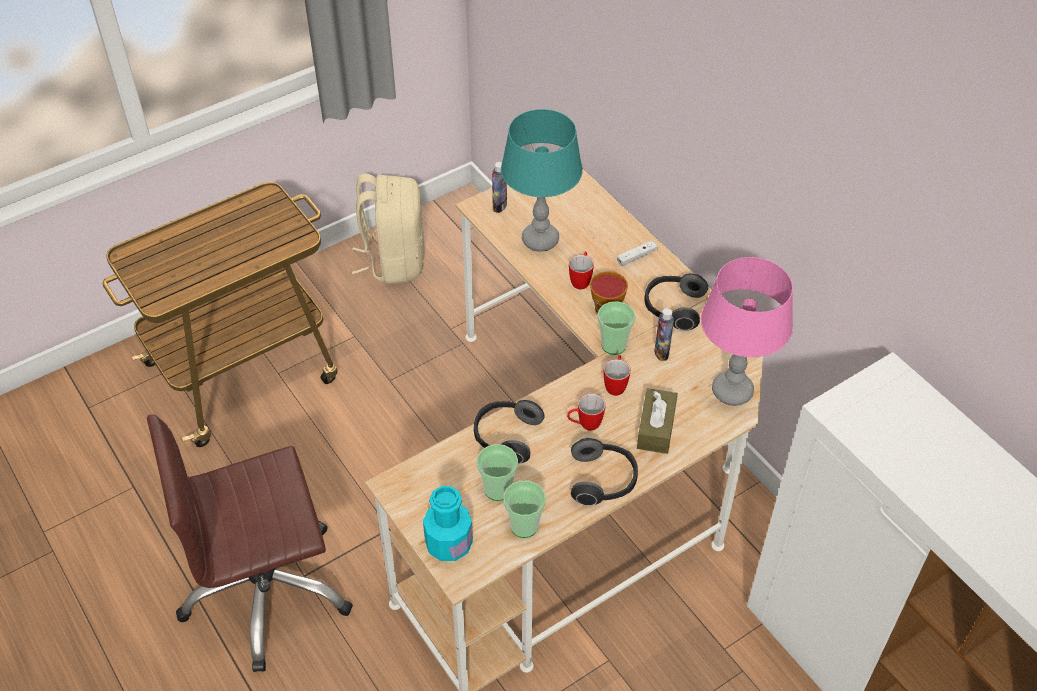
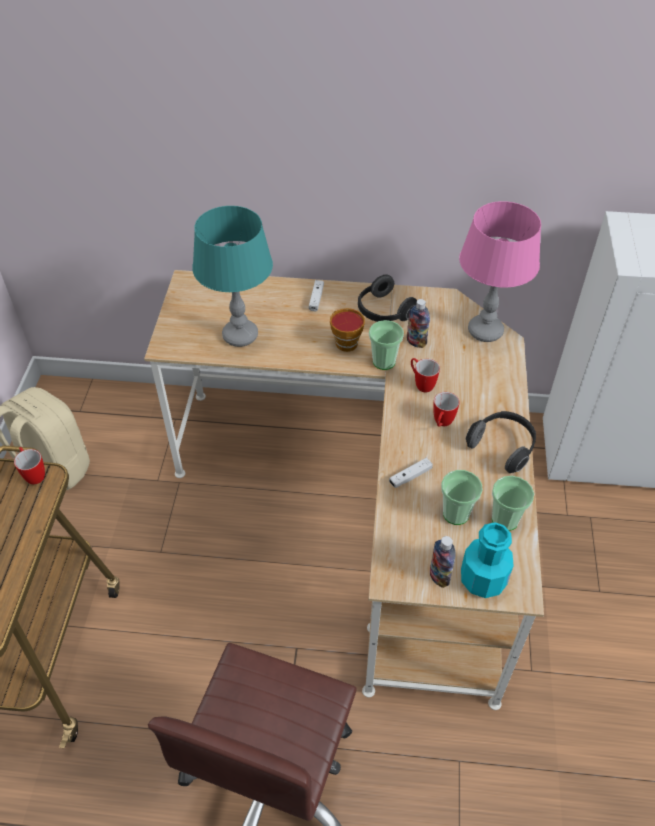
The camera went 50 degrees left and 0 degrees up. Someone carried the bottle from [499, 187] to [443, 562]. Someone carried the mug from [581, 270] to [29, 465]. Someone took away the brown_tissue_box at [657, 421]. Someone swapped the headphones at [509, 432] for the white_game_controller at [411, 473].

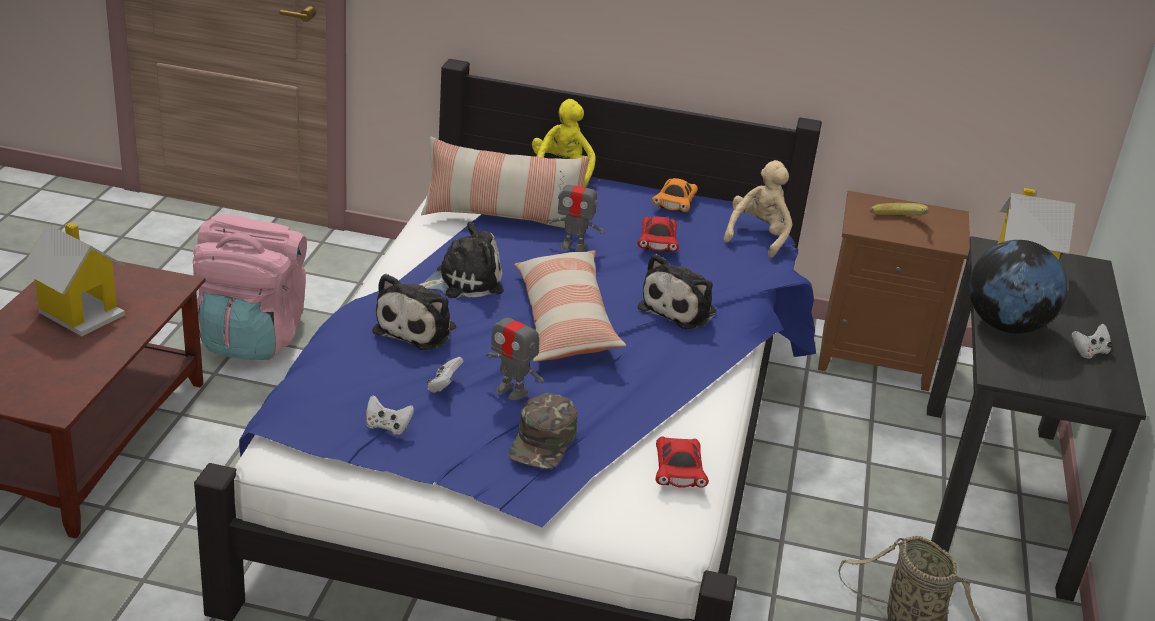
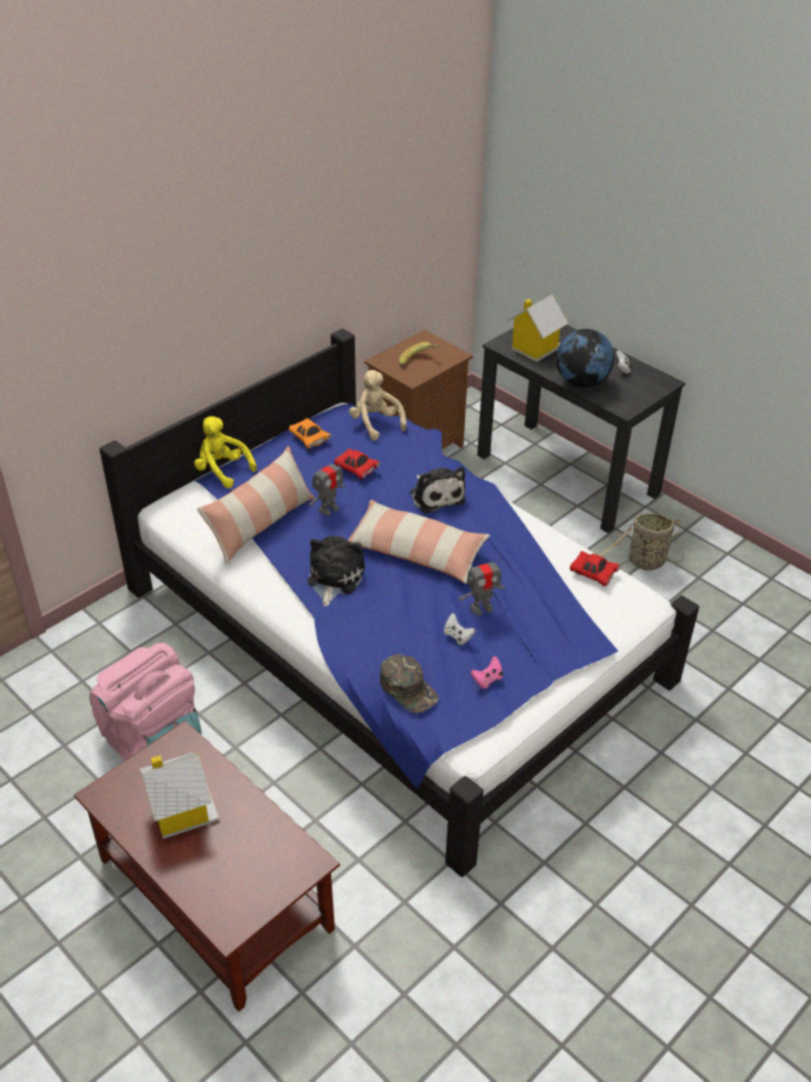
The camera went 55 degrees left and 10 degrees up. Someone took away the plush_toy at [414, 312]. Someone carried the green_cap from [543, 431] to [409, 683]. Someone repainted the white_game_controller at [390, 415], which became the pink_game_controller at [487, 672].

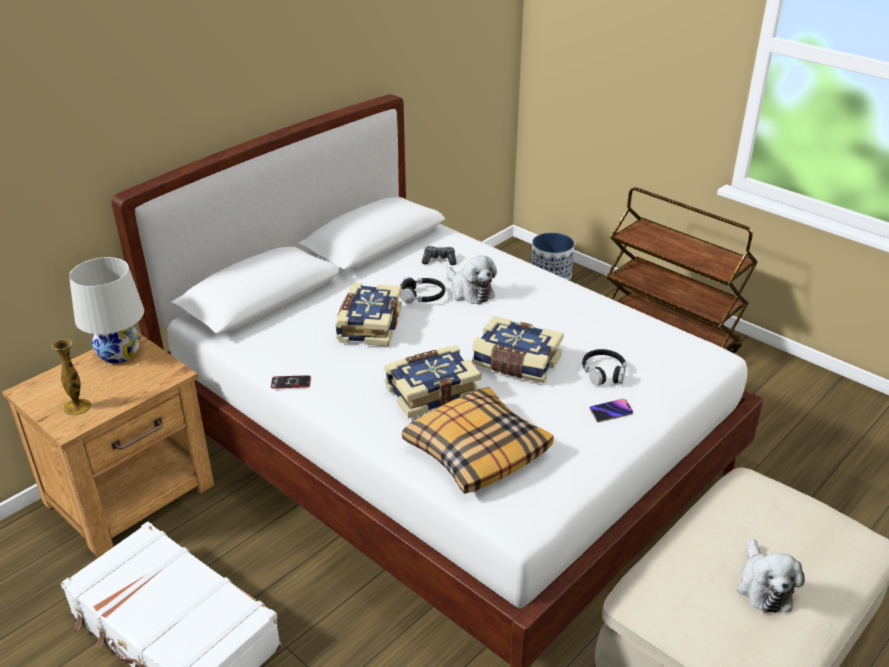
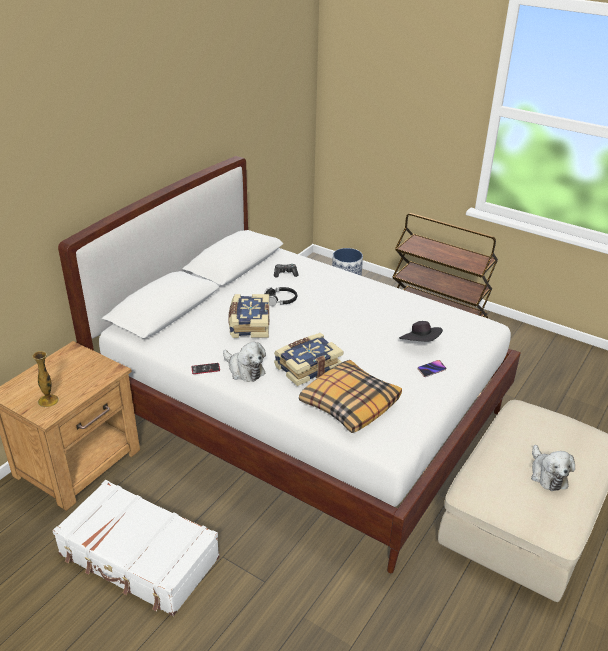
The camera went 10 degrees left and 0 degrees up. Someone carried the plush_toy from [471, 279] to [244, 362]. Someone took away the white_table_lamp at [106, 310]. Someone took away the book at [518, 349]. Someone swapped the black_headphones at [604, 367] for the black_hat at [421, 331].

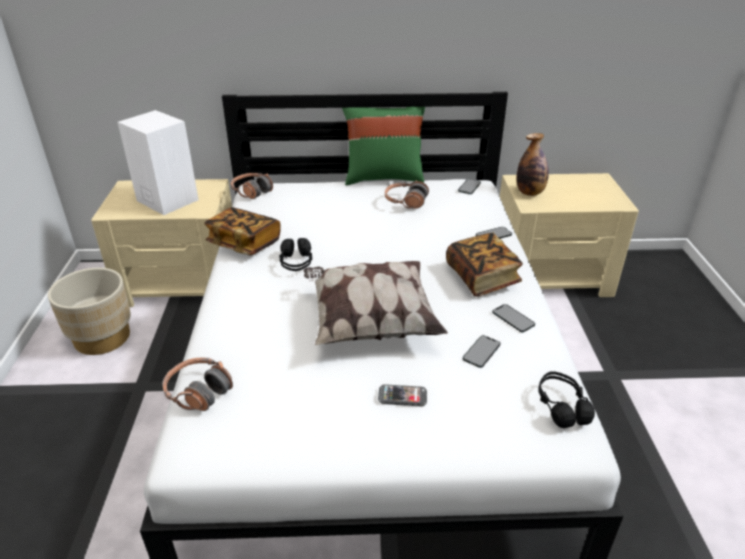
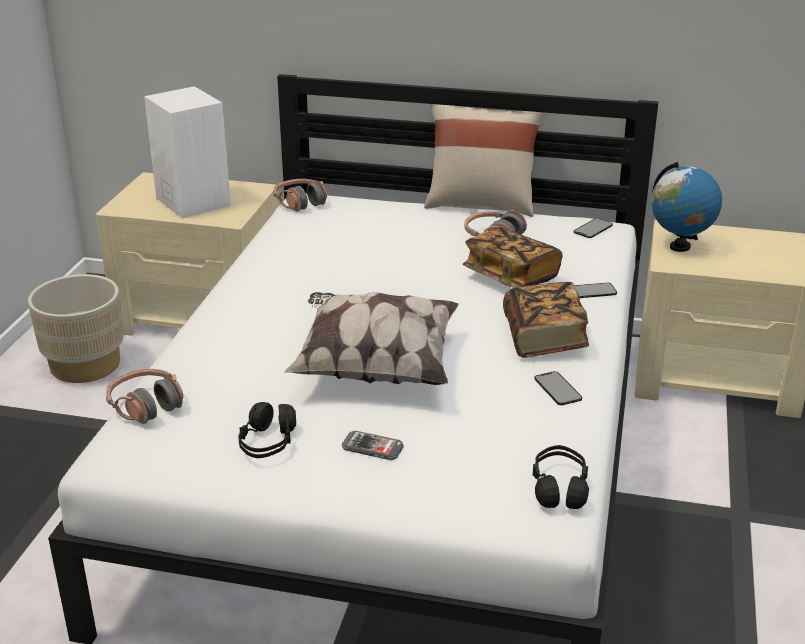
The camera went 15 degrees right and 5 degrees down. Someone repainted the green_pillow at [383, 146], which became the beige_pillow at [484, 160]. Someone swapped the bottle at [533, 164] for the globe at [686, 207]. Someone carried the book from [242, 231] to [513, 258]. Someone carried the black_headphones from [295, 254] to [267, 430]. Someone took away the phone at [482, 351].

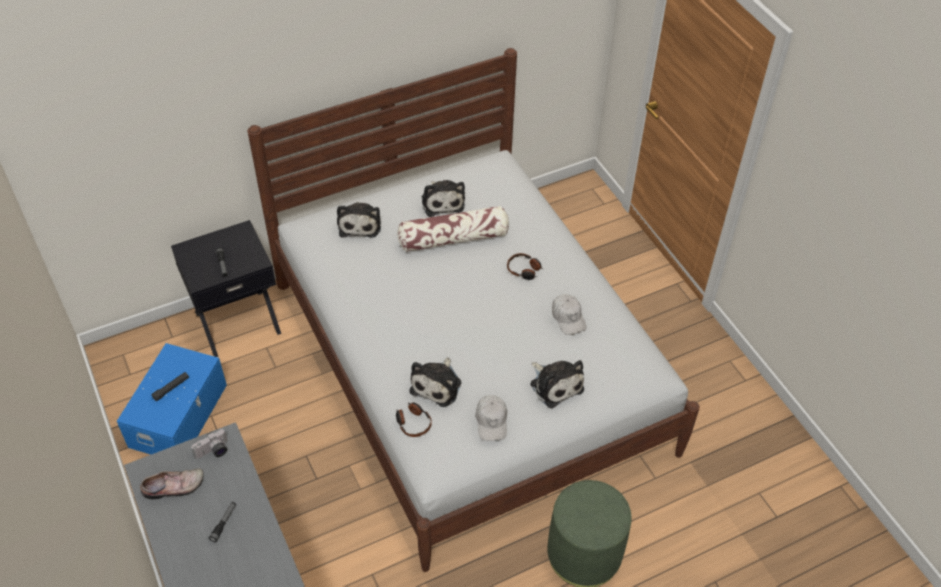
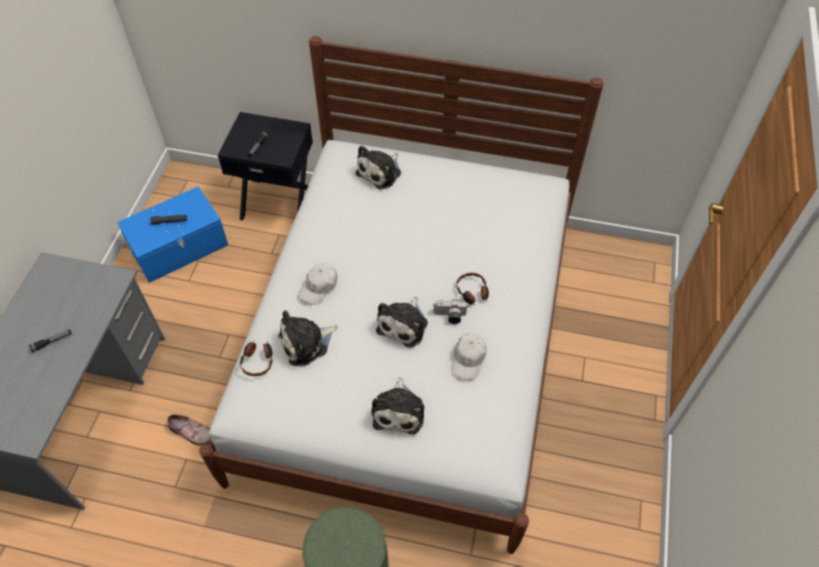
The camera went 40 degrees right and 5 degrees up. Someone carried the plush_toy from [443, 198] to [402, 322]. Someone took away the pillow at [453, 229]. Someone carried the white_cap from [491, 418] to [317, 284]. Someone carried the photo_camera from [209, 444] to [451, 311]. Someone carried the shoe from [172, 483] to [188, 429].

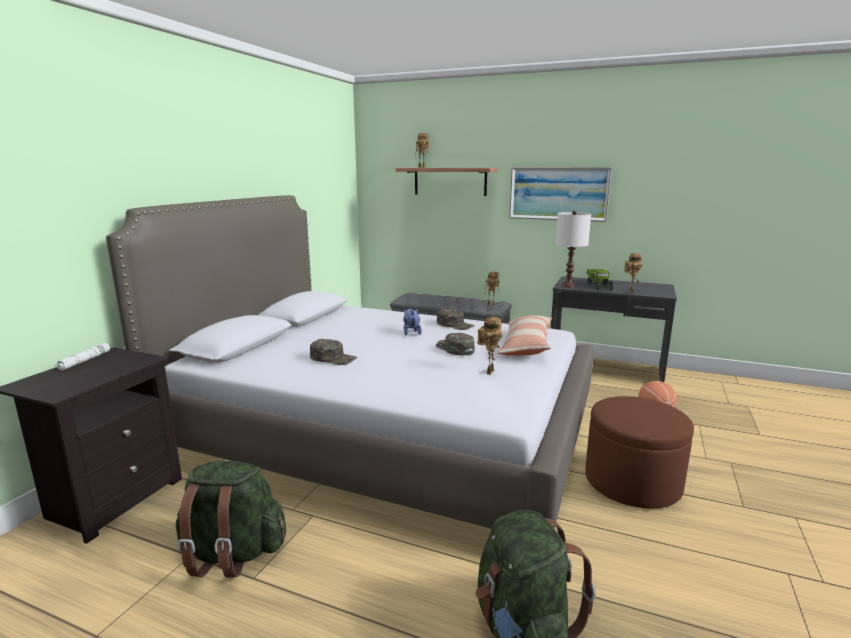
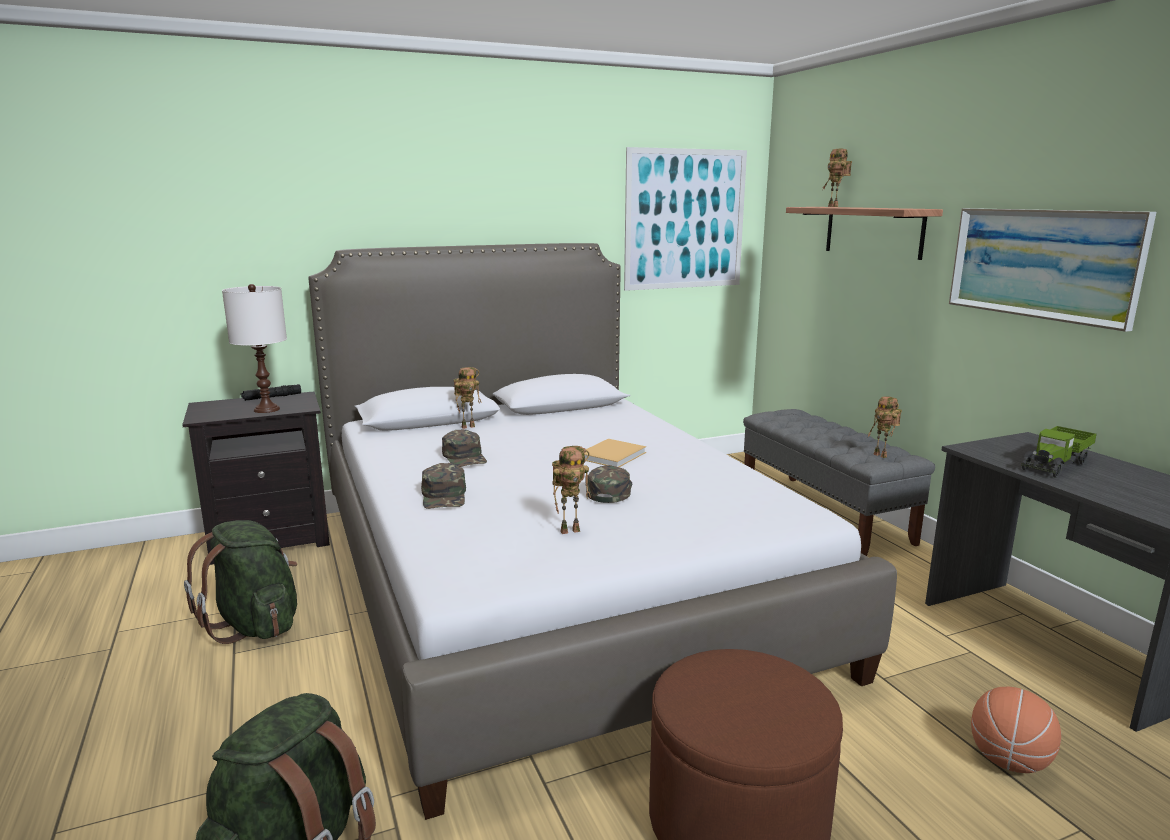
The camera went 45 degrees right and 0 degrees up. Someone carried the white_table_lamp from [573, 249] to [254, 348]. Someone carried the toy_robot from [633, 273] to [467, 398]. Someone swapped the plush_toy at [412, 322] for the beige_book at [615, 453]. Someone carried the green_cap from [456, 319] to [443, 486]. Someone took away the pillow at [524, 335]. Someone repainted the white_flashlight at [82, 356], which became the black_flashlight at [271, 392]. Someone put up the picture at [685, 219].

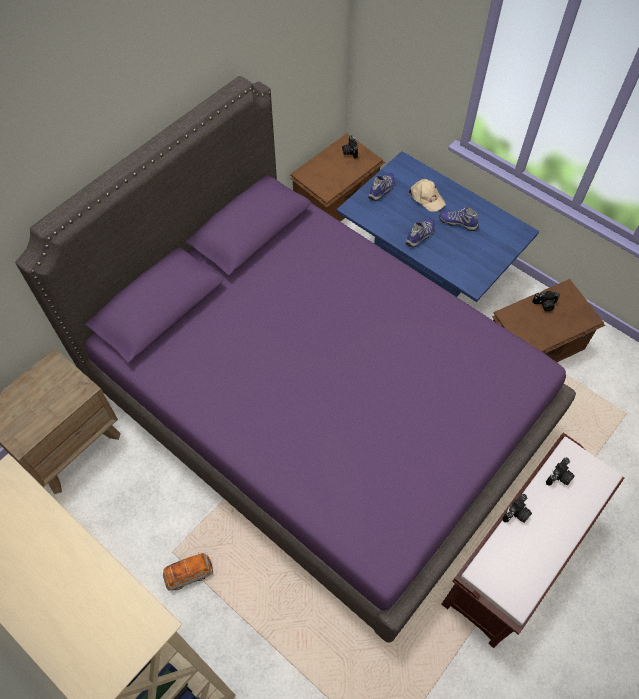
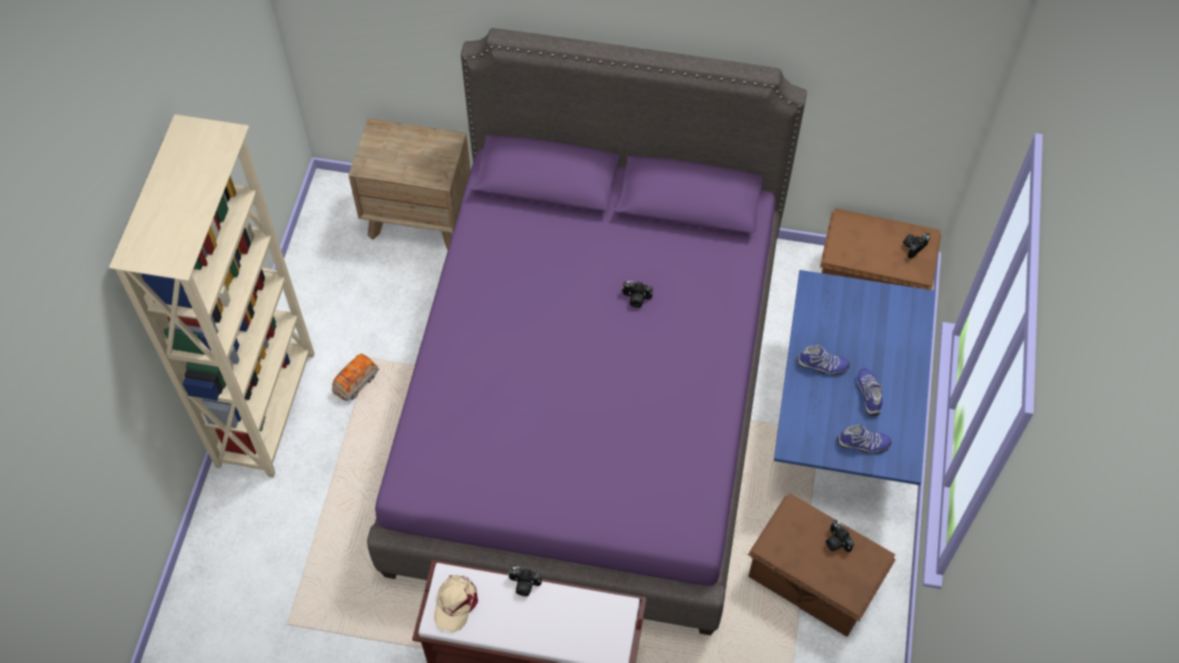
The camera went 60 degrees right and 0 degrees up. Someone carried the shoe from [381, 187] to [864, 439]. Someone carried the beige_cap from [427, 195] to [456, 603]. Someone carried the photo_camera from [560, 471] to [637, 294]. Someone rotated the toy_car at [188, 571] by 90 degrees counterclockwise.

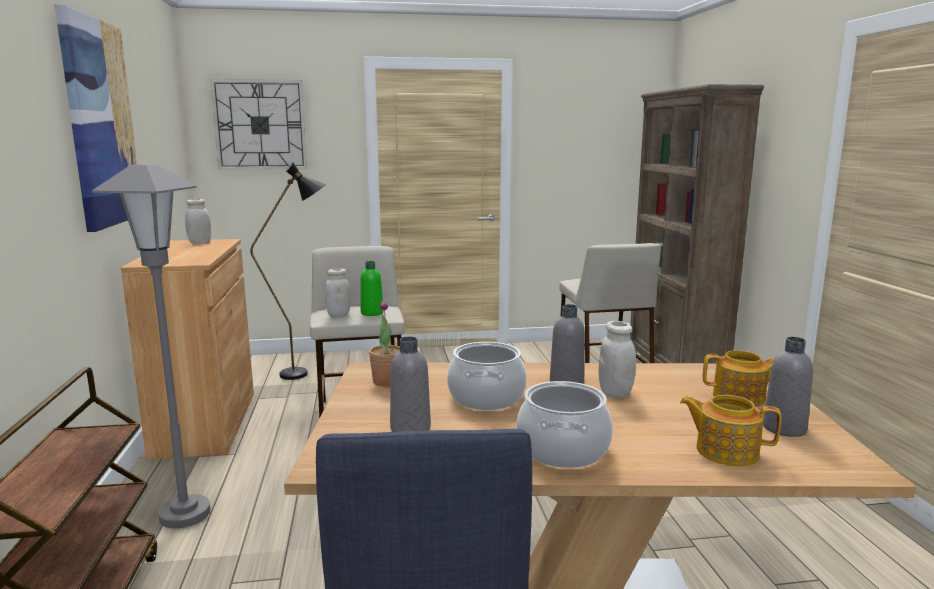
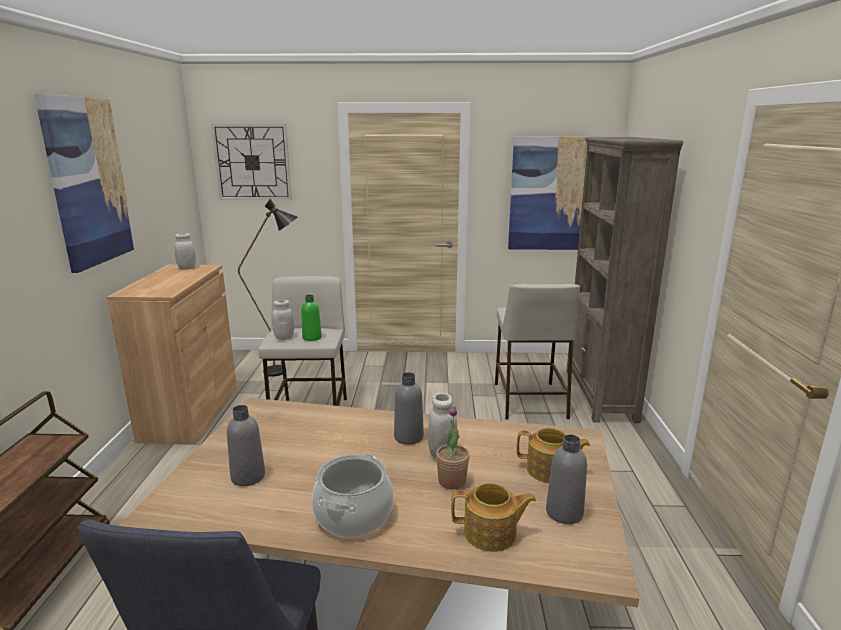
The camera went 10 degrees right and 5 degrees up. Someone took away the grey_floor_lamp at [151, 346]. Someone carried the potted_plant from [384, 343] to [453, 448]. Someone took away the cooking_pot at [487, 376]. Someone rotated the teapot at [730, 430] by 150 degrees clockwise. Someone put up the picture at [550, 193].

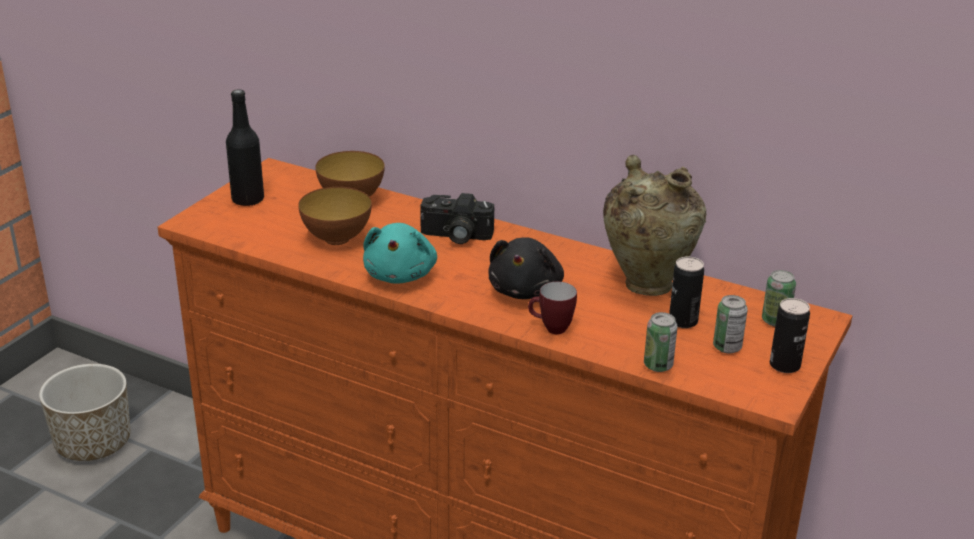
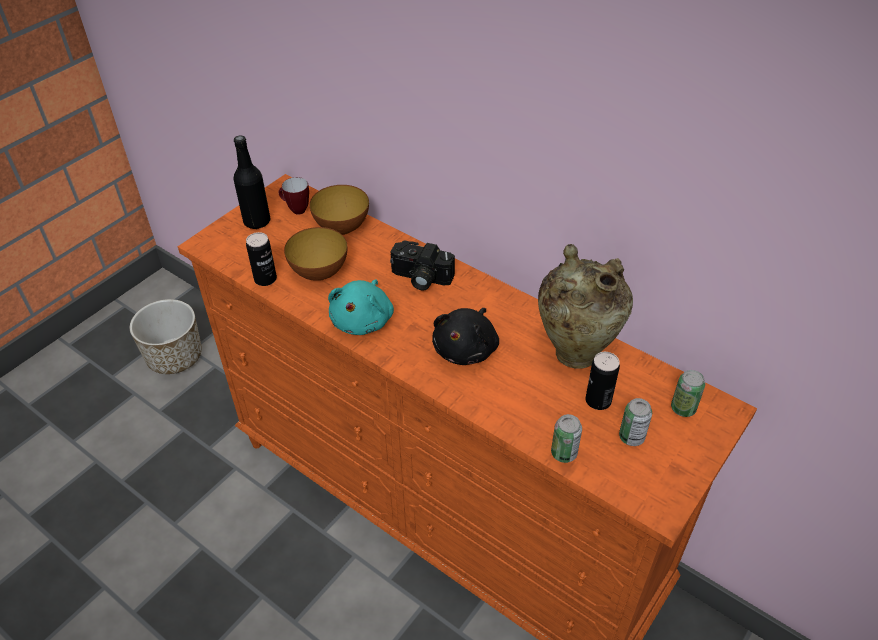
The camera went 10 degrees right and 15 degrees up. Someone carried the mug from [552, 307] to [294, 196]. Someone carried the can from [790, 335] to [261, 259].

